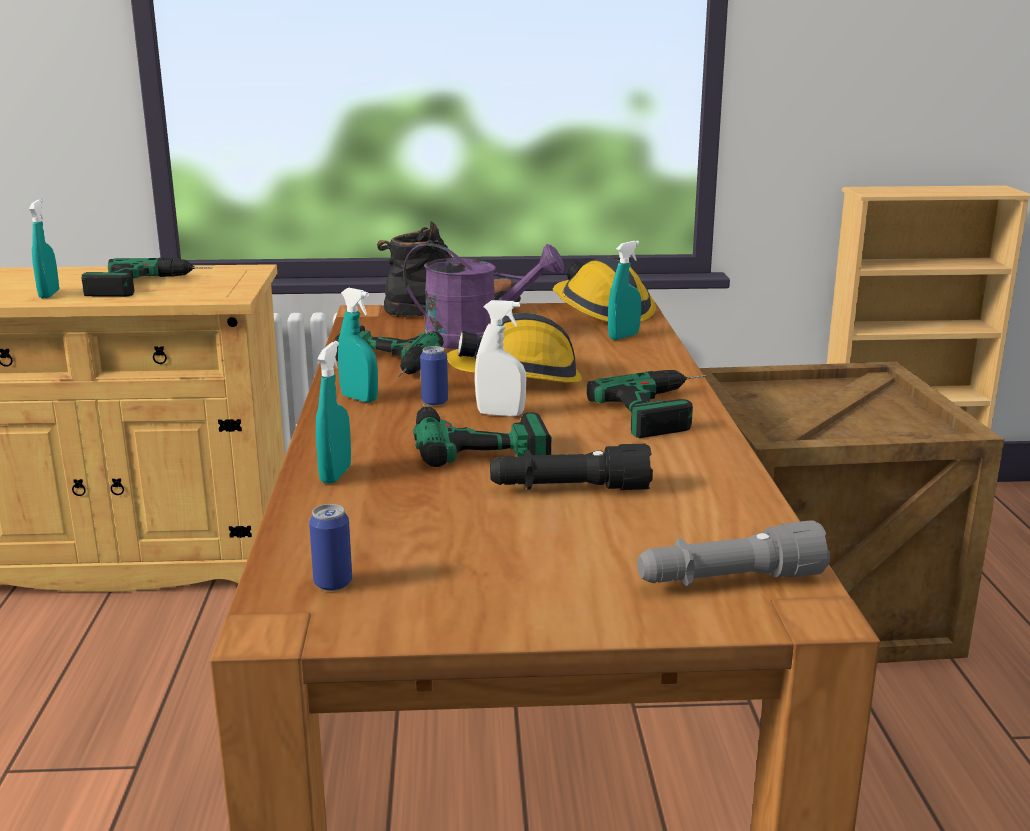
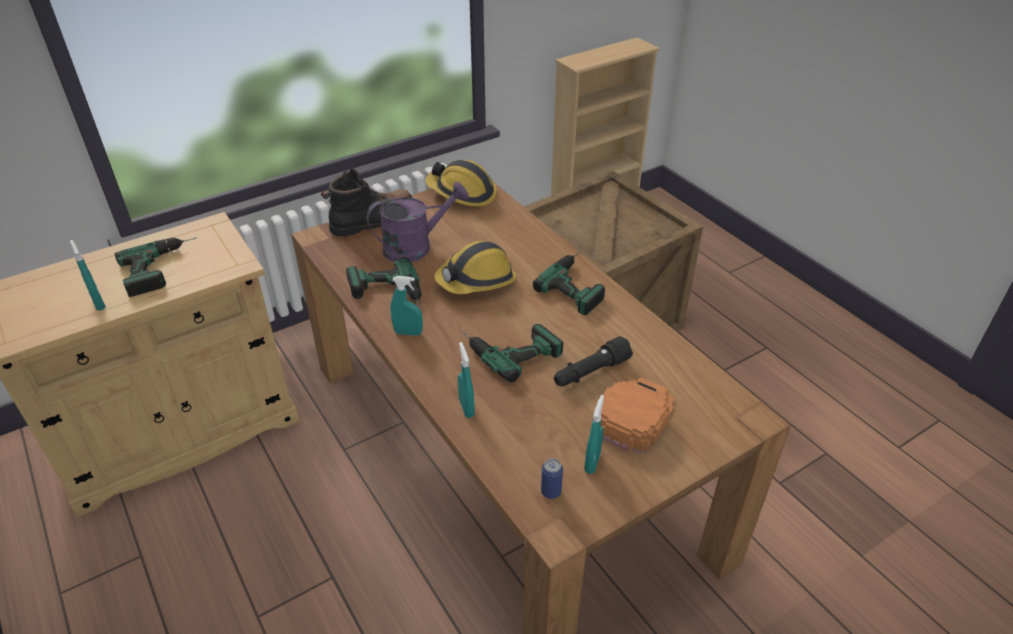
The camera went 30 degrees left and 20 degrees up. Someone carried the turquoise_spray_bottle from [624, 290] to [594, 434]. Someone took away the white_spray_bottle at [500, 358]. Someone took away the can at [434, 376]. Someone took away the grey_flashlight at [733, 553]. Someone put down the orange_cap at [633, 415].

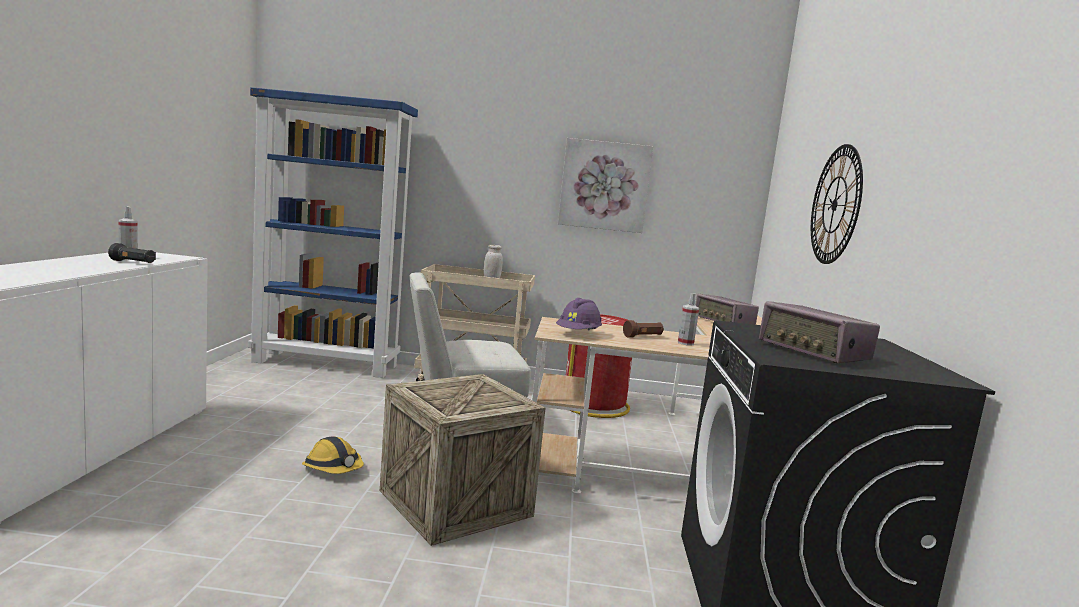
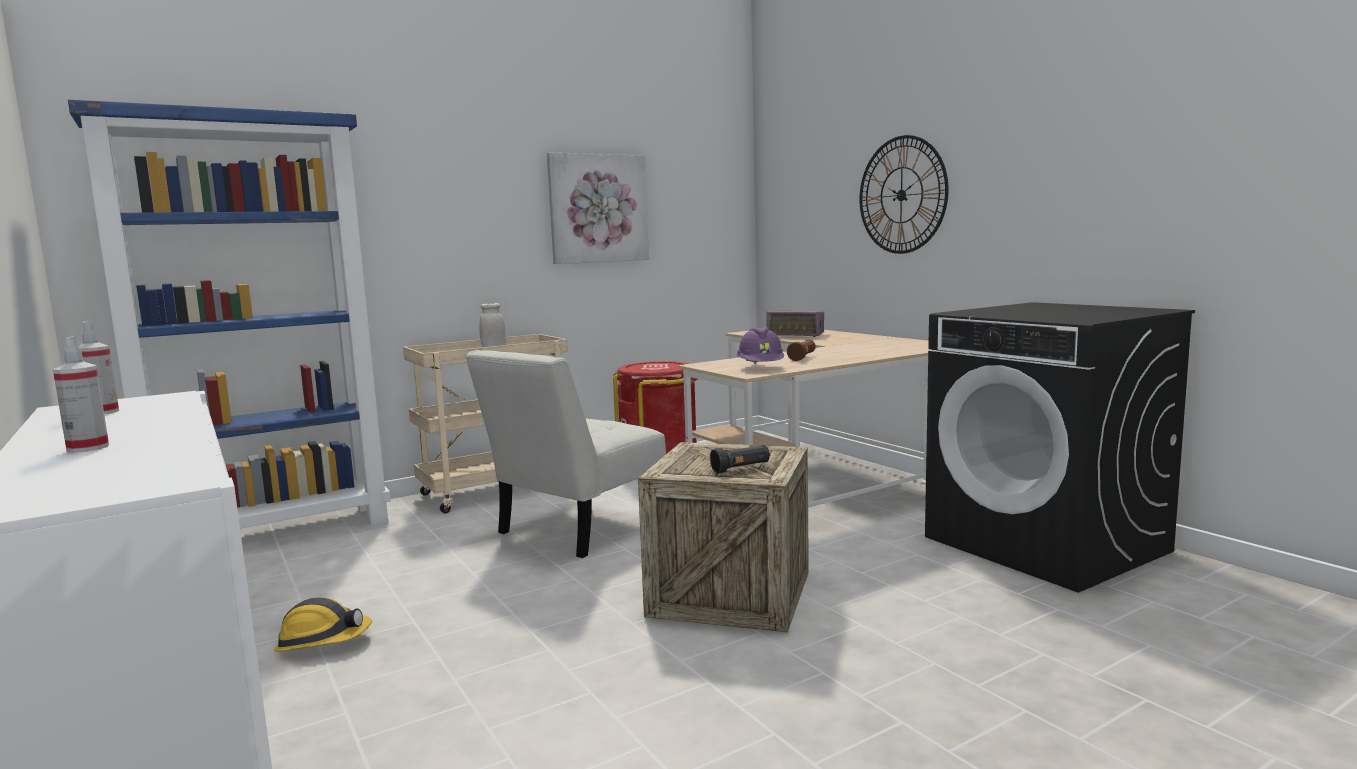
The camera went 35 degrees left and 0 degrees up. Someone carried the black_flashlight from [132, 253] to [740, 459]. Someone carried the spray_bottle from [688, 319] to [81, 394]. Someone took away the radio at [819, 332]. Someone carried the hard_hat from [333, 455] to [323, 624].

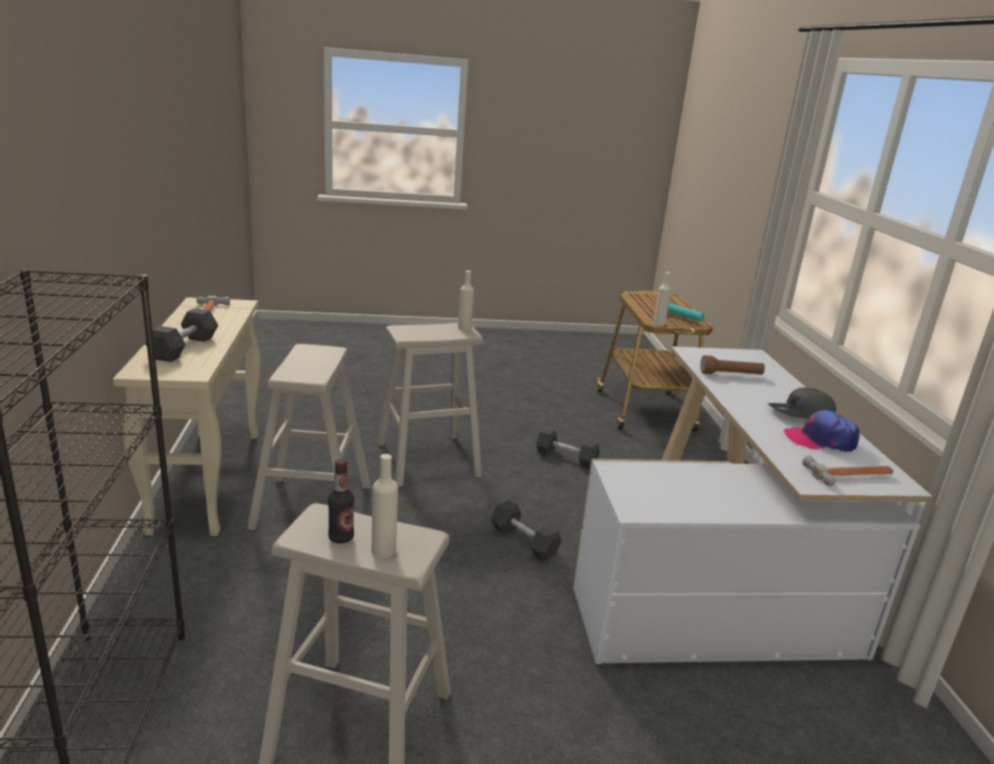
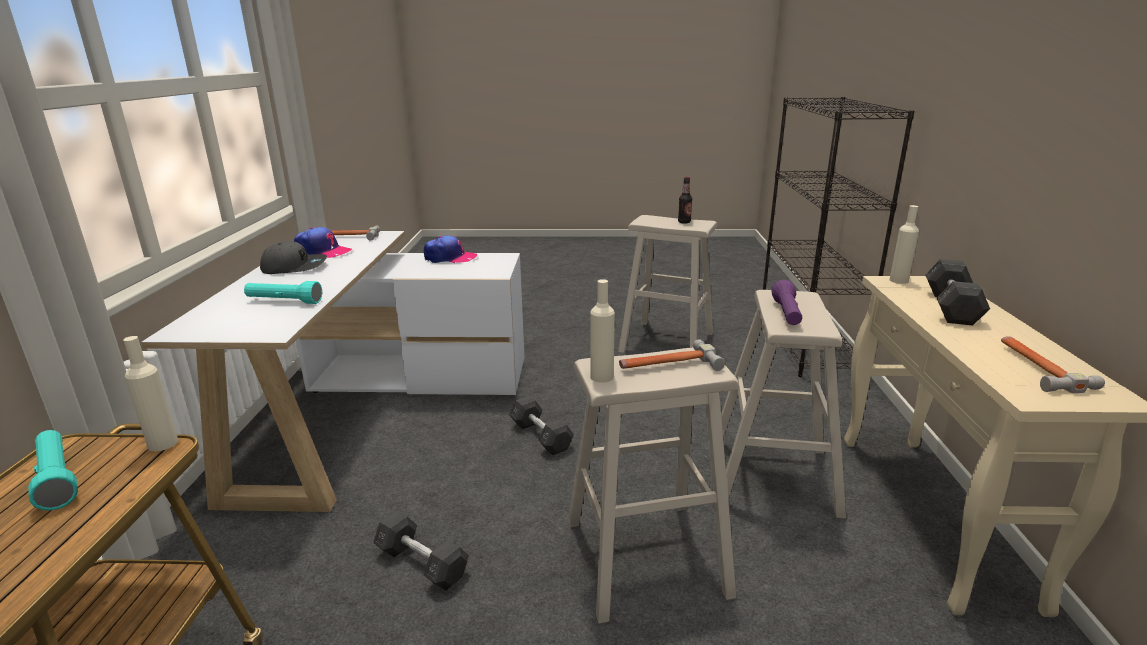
The camera went 170 degrees left and 0 degrees up. Someone repainted the brown_flashlight at [732, 364], which became the turquoise_flashlight at [283, 292]. Someone carried the beige_bottle from [385, 506] to [904, 244]. Someone put down the cap at [450, 249]. Someone put down the purple_flashlight at [786, 302]. Someone put down the hammer at [672, 355].

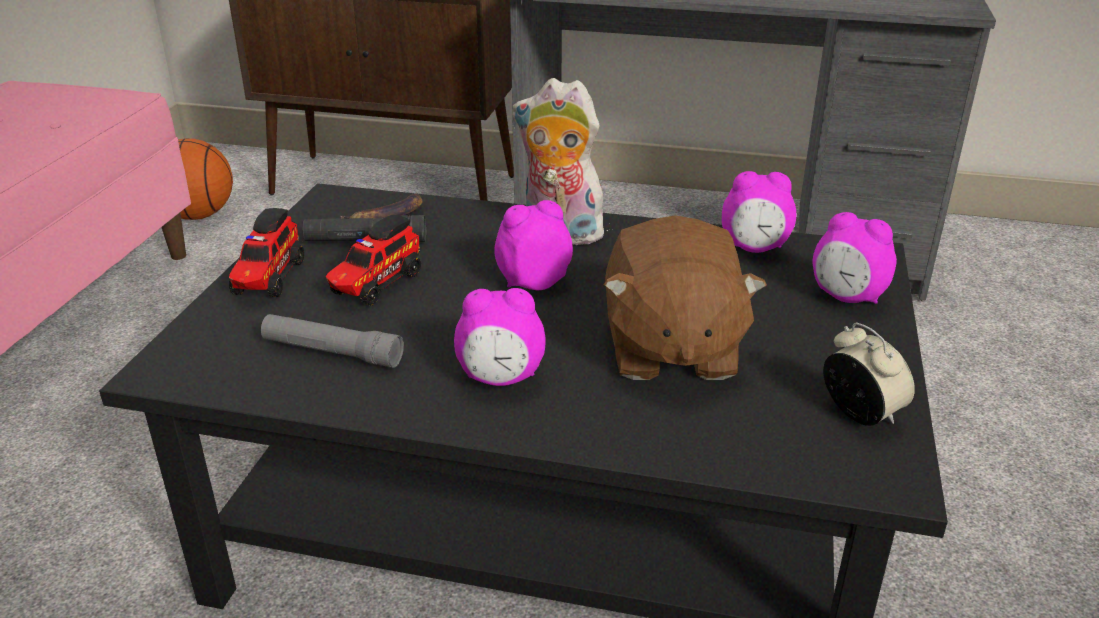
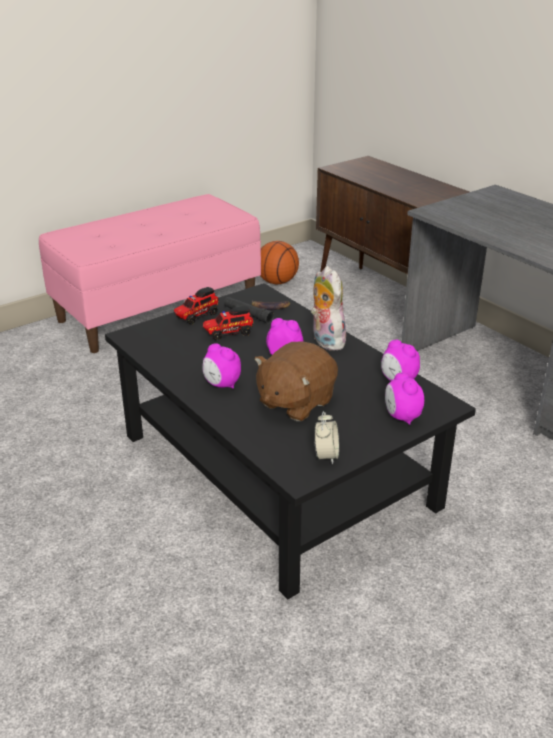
The camera went 40 degrees right and 0 degrees up. Someone took away the grey_flashlight at [332, 341].

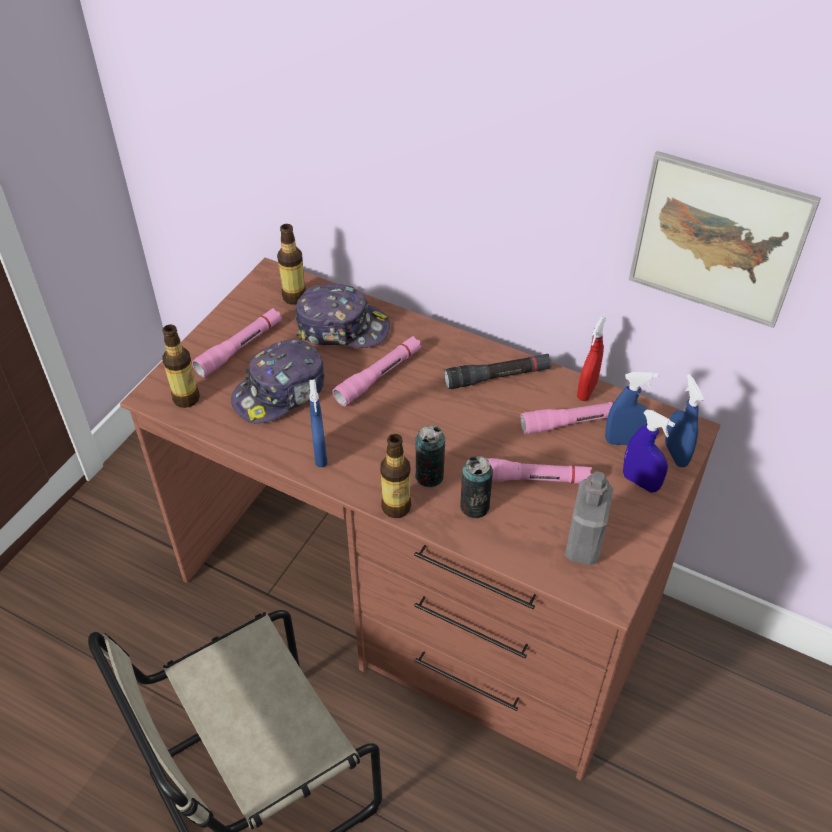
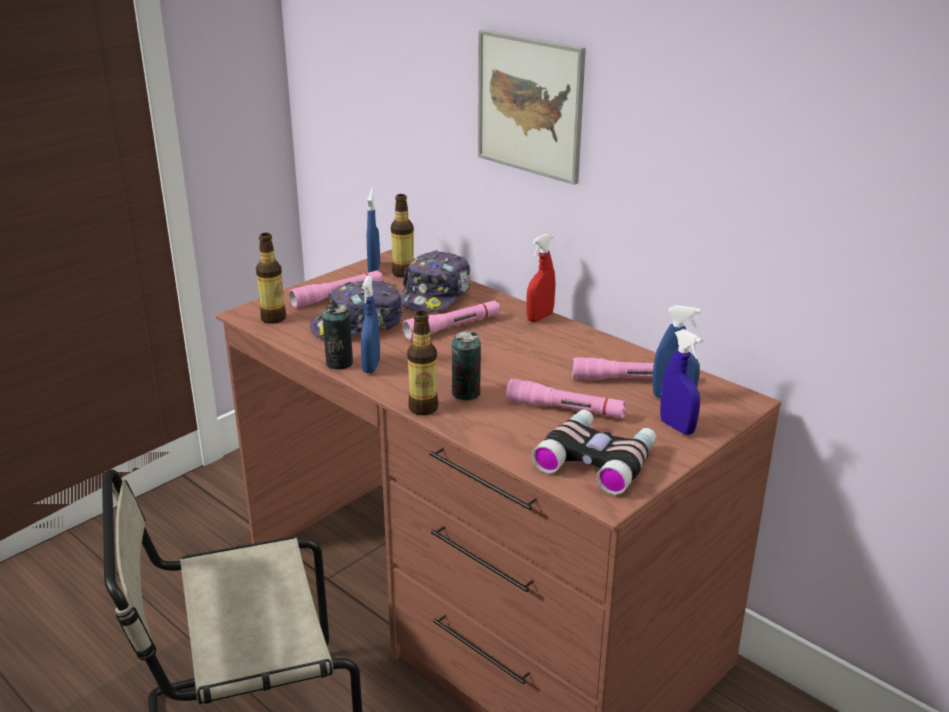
The camera went 15 degrees right and 20 degrees down. Someone carried the picture from [725, 239] to [532, 107]. Someone rotated the cap at [342, 316] by 90 degrees clockwise. Someone carried the red_spray_bottle from [591, 358] to [540, 278]. Someone took away the black_flashlight at [498, 371]. Someone carried the blue_spray_bottle from [684, 420] to [373, 230]. Someone carried the can from [476, 487] to [337, 337]. Someone swapped the grey_bottle at [589, 518] for the binoculars at [594, 452].

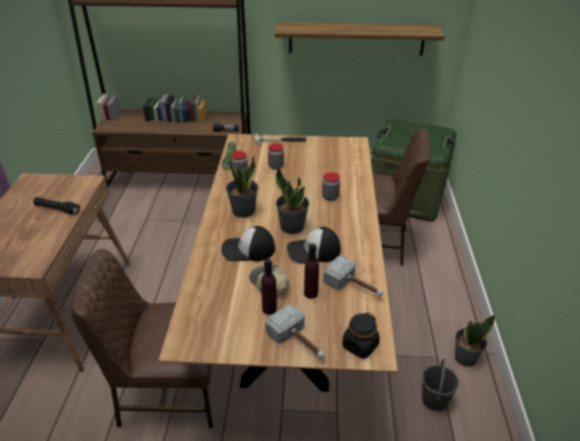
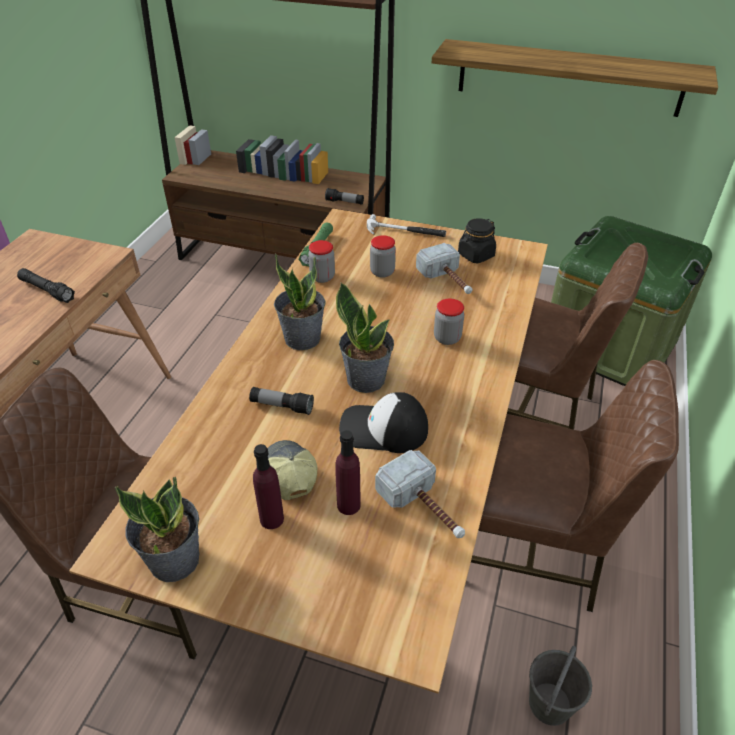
The camera went 15 degrees right and 5 degrees up. Someone swapped the cap at [248, 243] for the flashlight at [281, 401]. Someone carried the hammer from [295, 332] to [444, 268]. Someone carried the black_jar from [361, 335] to [477, 240]. Someone carried the potted_plant from [475, 341] to [157, 529]. Someone put down the brown_chair at [575, 486].

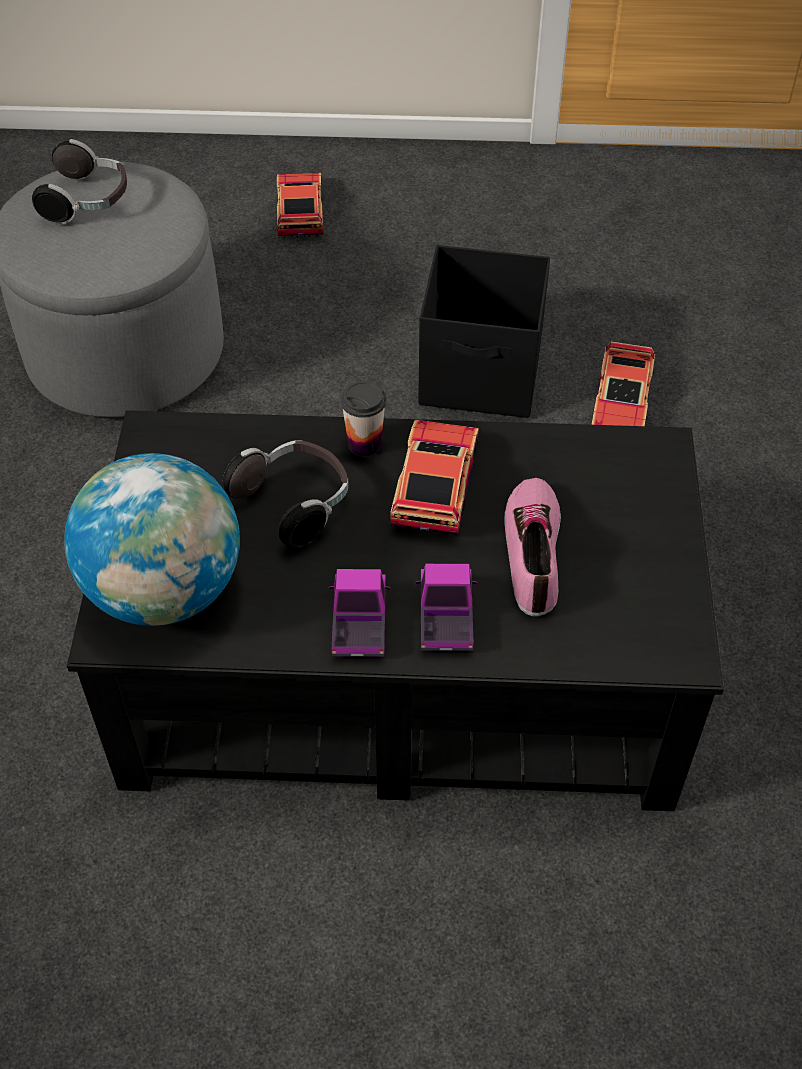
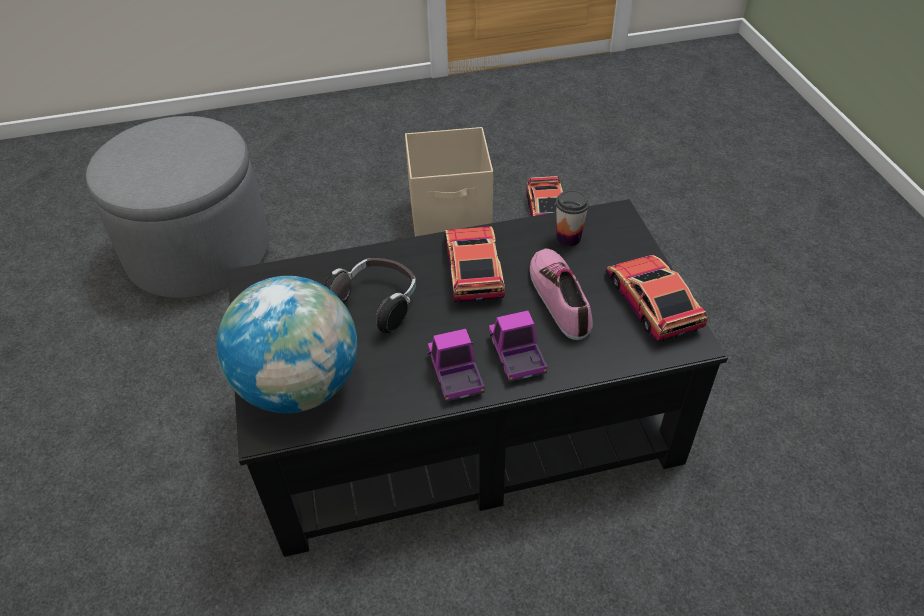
The camera went 15 degrees left and 5 degrees down. Someone took away the headphones at [79, 182]. Someone carried the toy_car from [300, 205] to [656, 298]. Someone repainted the black_storage_box at [484, 331], which became the beige_storage_box at [449, 182]. Someone carried the cup from [363, 418] to [572, 218].

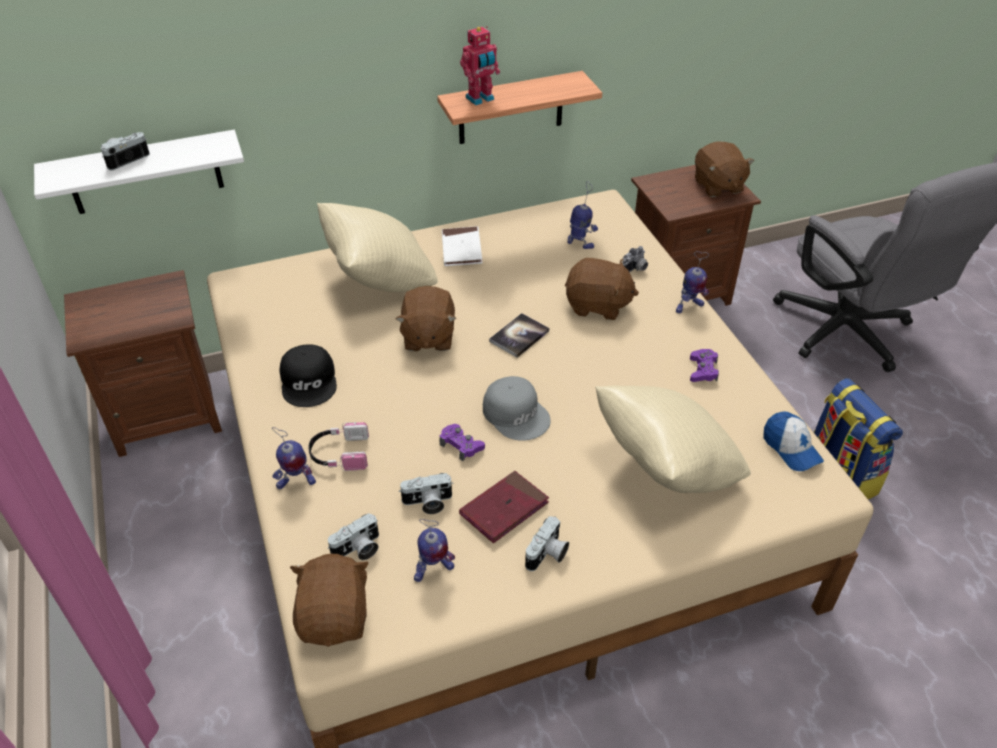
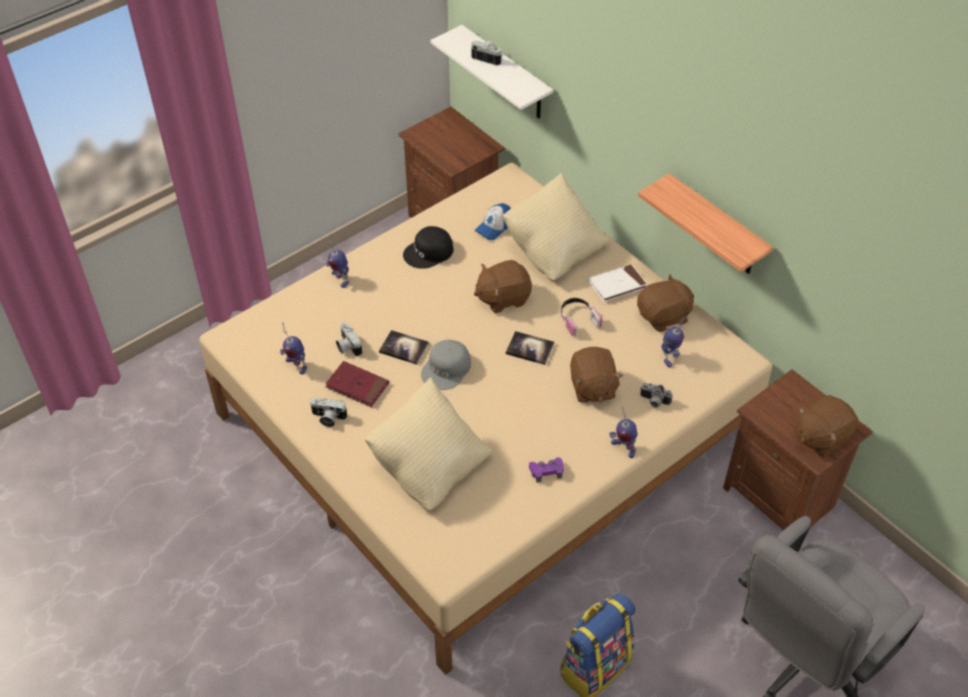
The camera went 70 degrees right and 5 degrees up. Someone took away the toy_robot at [480, 65]. Someone carried the cap from [793, 441] to [493, 221]. Someone carried the headphones from [339, 446] to [581, 317]. Someone swapped the purple_game_controller at [462, 442] for the book at [404, 347]. Someone took away the photo_camera at [353, 536]. Someone carried the brown_plush_toy from [329, 600] to [665, 303].

